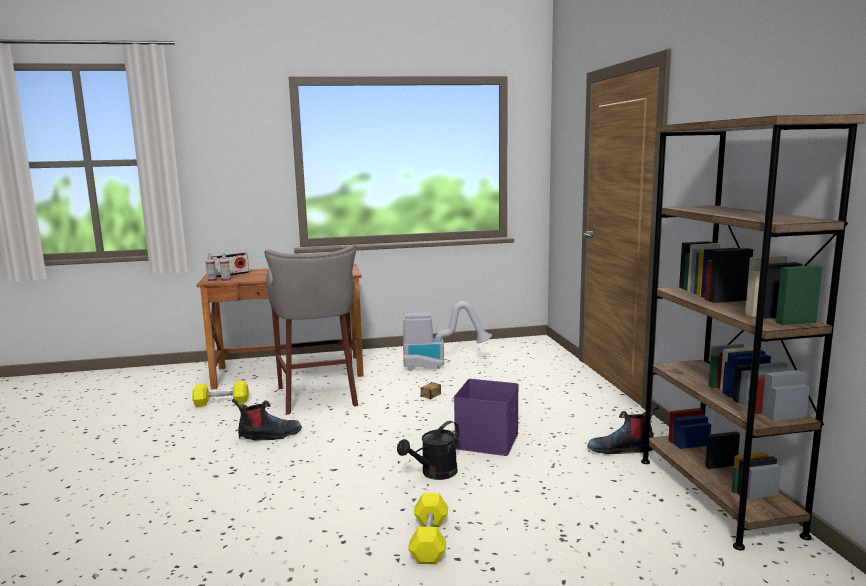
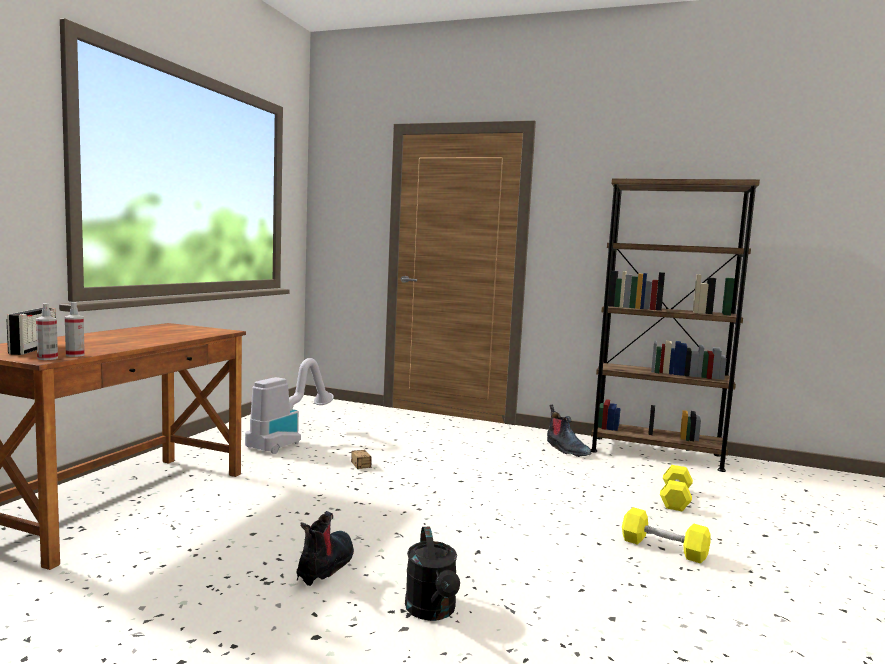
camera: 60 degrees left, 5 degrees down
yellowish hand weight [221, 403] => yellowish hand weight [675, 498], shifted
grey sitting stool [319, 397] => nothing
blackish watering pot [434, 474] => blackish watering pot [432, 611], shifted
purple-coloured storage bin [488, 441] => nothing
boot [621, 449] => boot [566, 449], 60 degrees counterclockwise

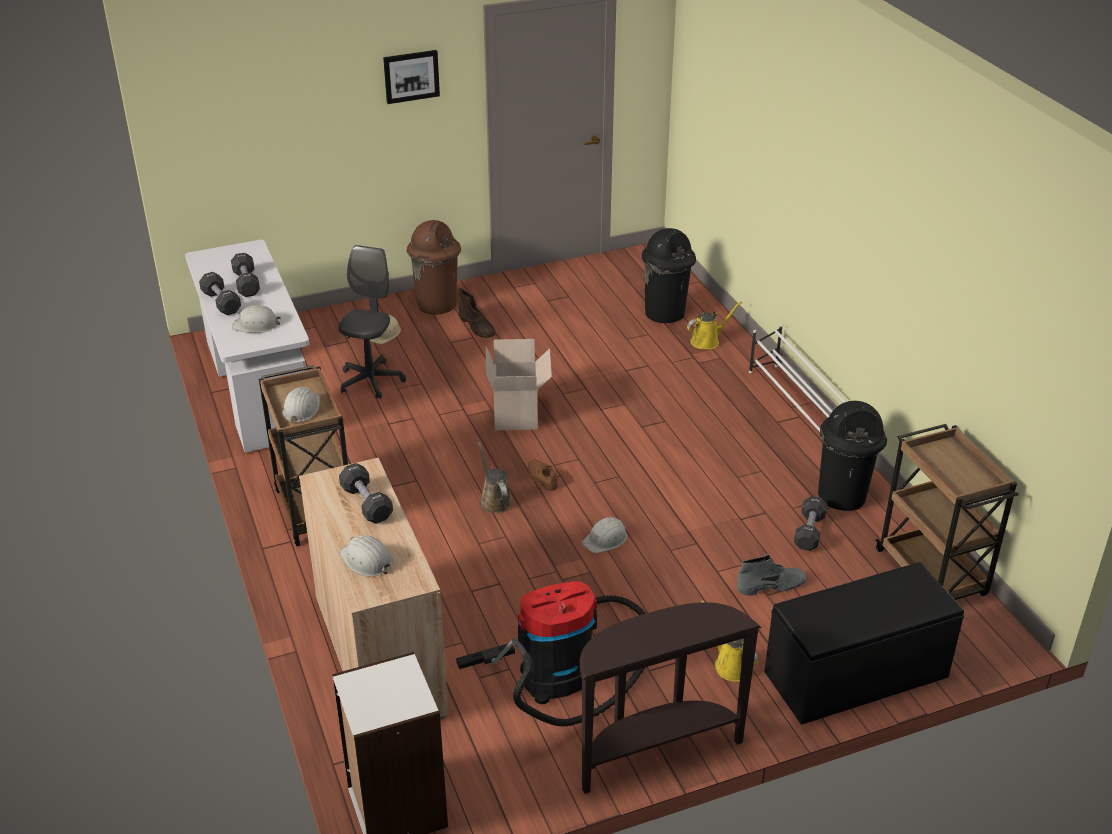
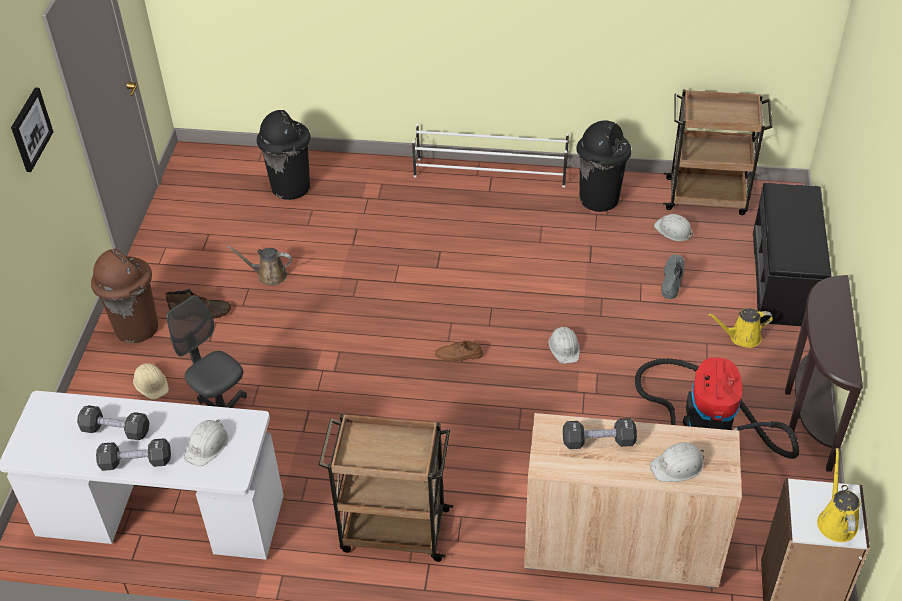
camera: 60 degrees left, 10 degrees up
white-coloured work helmet [301, 409] => white-coloured work helmet [673, 230], shifted
brown-coloured watering pot [494, 500] => brown-coloured watering pot [269, 275], shifted
packing box [517, 415] => nothing
yellowish watering pot [707, 341] => yellowish watering pot [836, 520], shifted
blackish hand weight [809, 532] => nothing

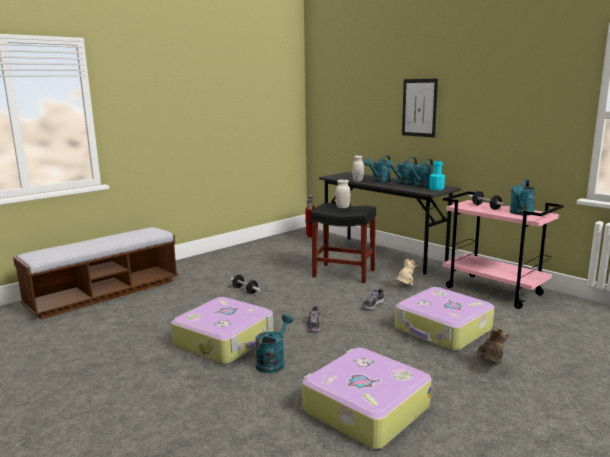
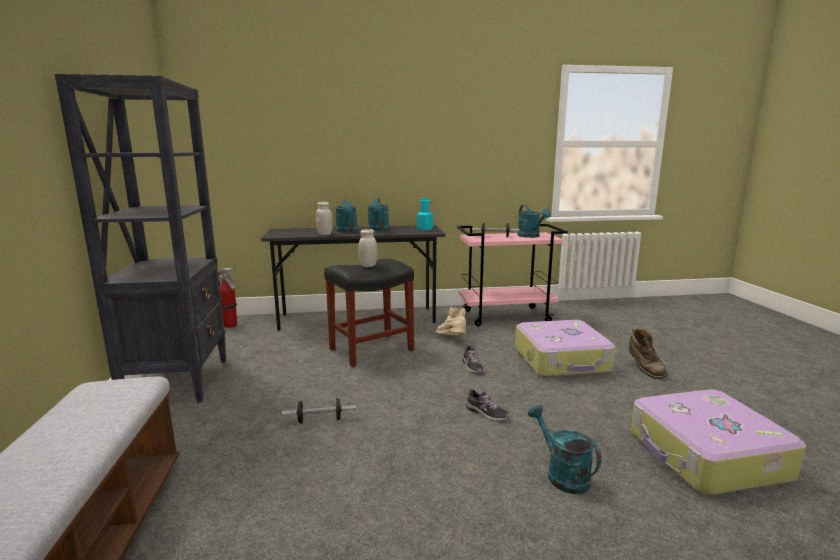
camera: 55 degrees left, 0 degrees up
piece of luggage [225, 341] => nothing
picture [419, 108] => nothing
blue-green watering pot [420, 186] => nothing
brown-coloured boot [490, 365] => brown-coloured boot [644, 369], 150 degrees counterclockwise
nothing => blackish bookcase [179, 381]

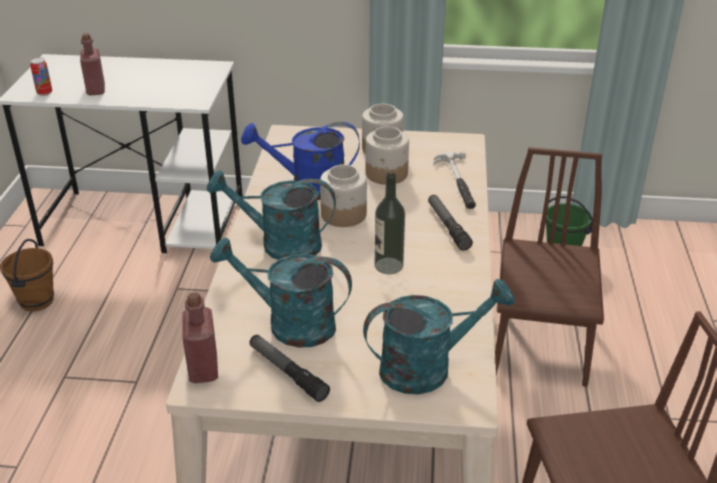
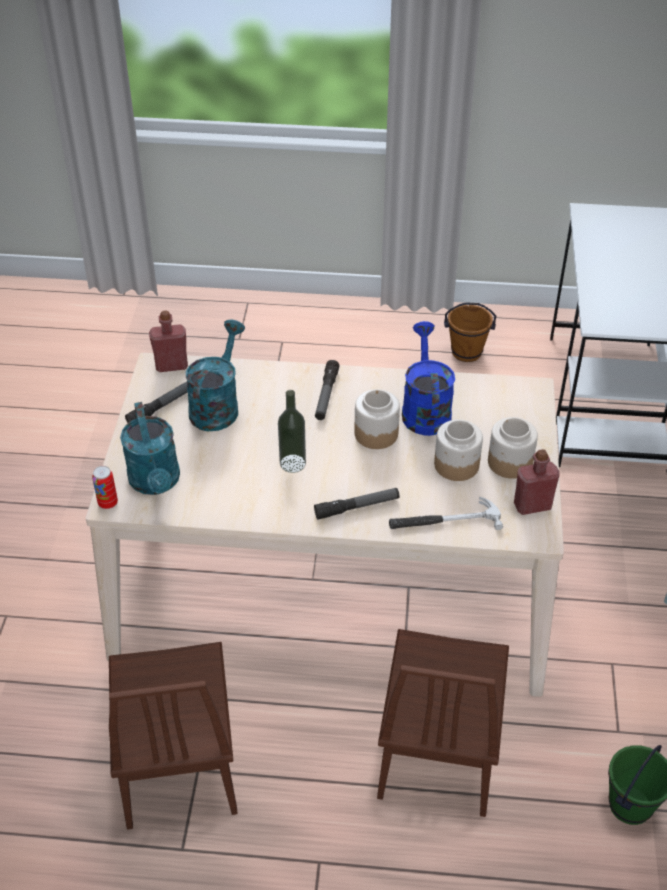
camera: 90 degrees right, 10 degrees up
metal can [44, 93] => metal can [108, 503], shifted
reddish bottle [96, 90] => reddish bottle [532, 505], shifted
blue-green watering pot [280, 244] => hand torch [326, 395]
brown-coloured upright chair [540, 343] => brown-coloured upright chair [438, 749], 90 degrees clockwise

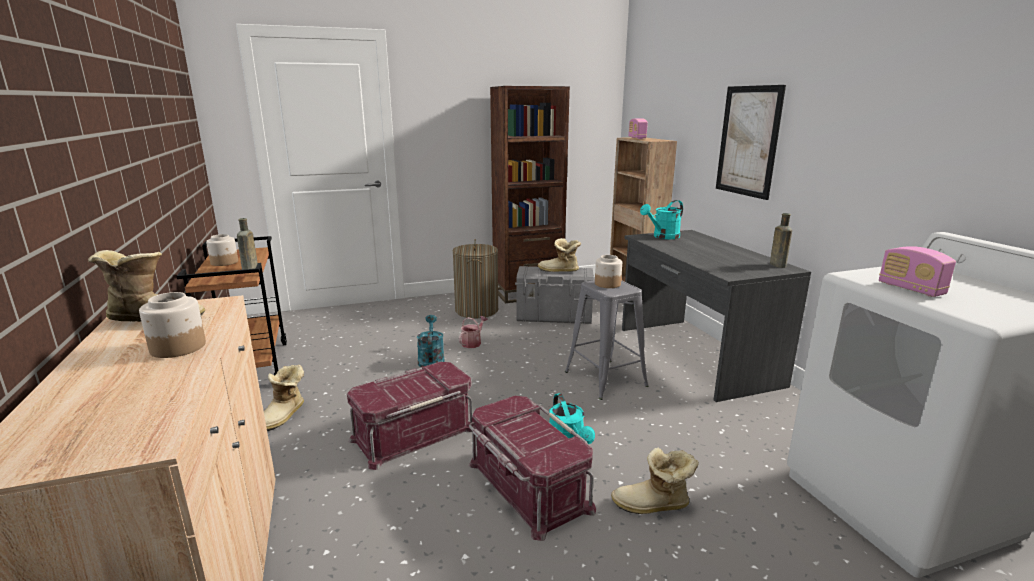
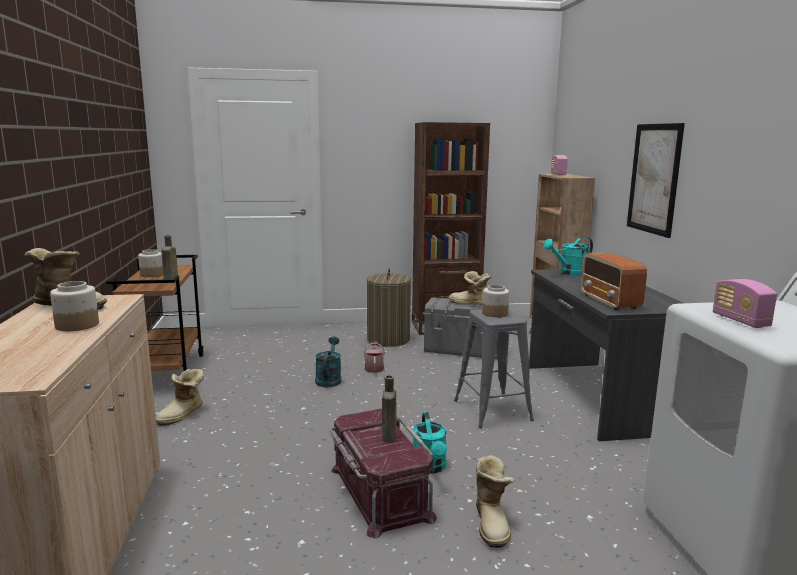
camera: 10 degrees right, 5 degrees down
reddish storage bin [413, 433] => nothing
watering pot [473, 343] => watering pot [374, 368], 45 degrees counterclockwise
boot [653, 506] => boot [493, 523], 105 degrees counterclockwise
brown-coloured bottle [777, 264] => brown-coloured bottle [389, 436], shifted
nothing => radio set [610, 302]

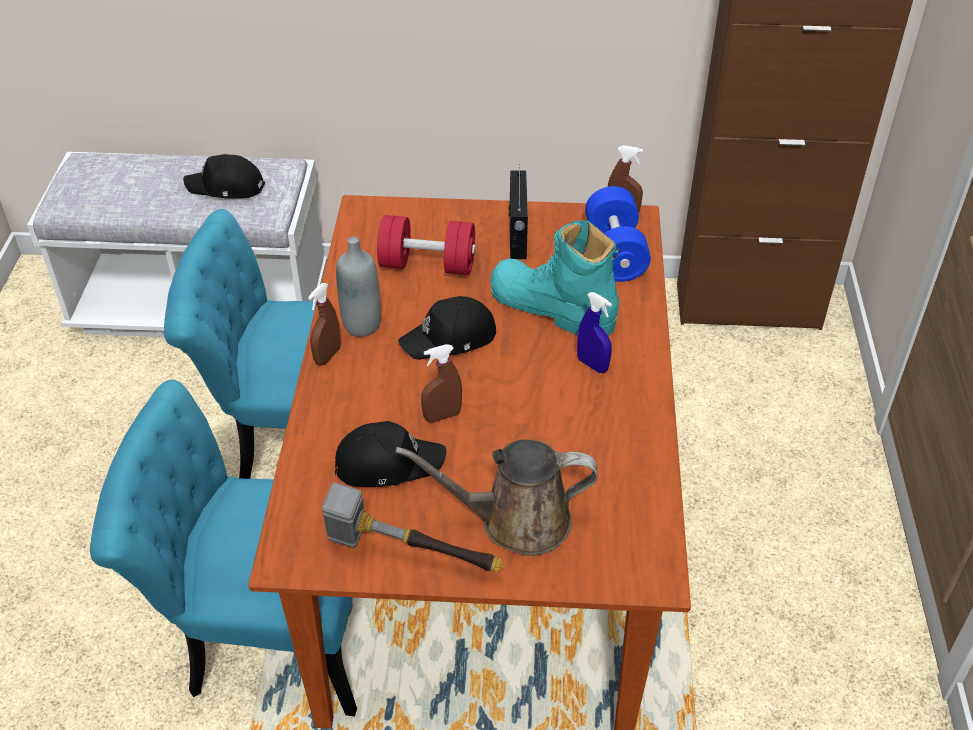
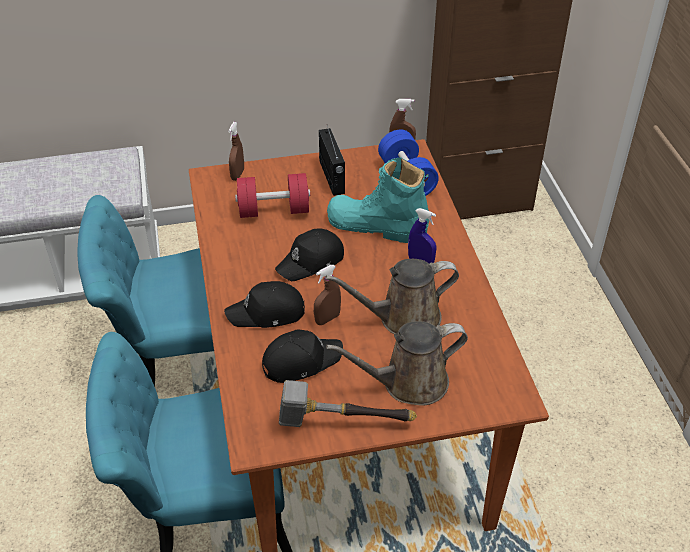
camera: 15 degrees left, 0 degrees up
blackish cap [226, 187] => blackish cap [267, 313], shifted
brown-coloured spray bottle [327, 356] => brown-coloured spray bottle [237, 174], shifted
grey bottle [361, 325] => nothing
nothing => brown-coloured watering pot [403, 318]

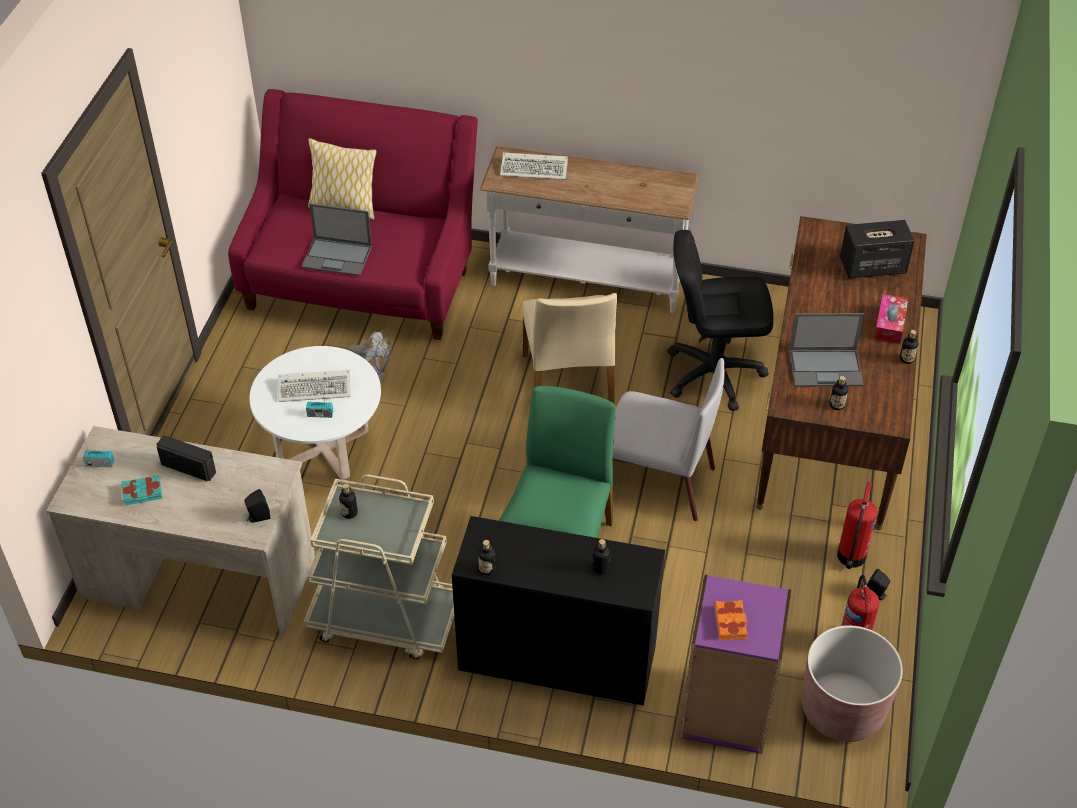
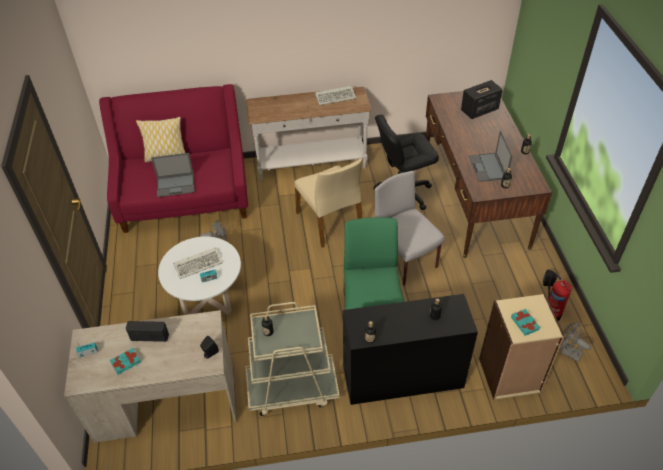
camera: 20 degrees left, 0 degrees up
PC keyboard [535, 169] => PC keyboard [336, 97], shifted
grey upright chair [657, 482] => grey upright chair [405, 260], 120 degrees counterclockwise
purple-coloured bookcase [725, 712] => sand-coloured bookcase [509, 376]
orange bound book [731, 622] => blue-green bound book [525, 323]
portable computer [826, 368] => portable computer [488, 168], 105 degrees clockwise
brown-coloured plant pot [842, 710] => grey fan [567, 352]
extinguisher [850, 557] => nothing
tissue holder [889, 324] => nothing

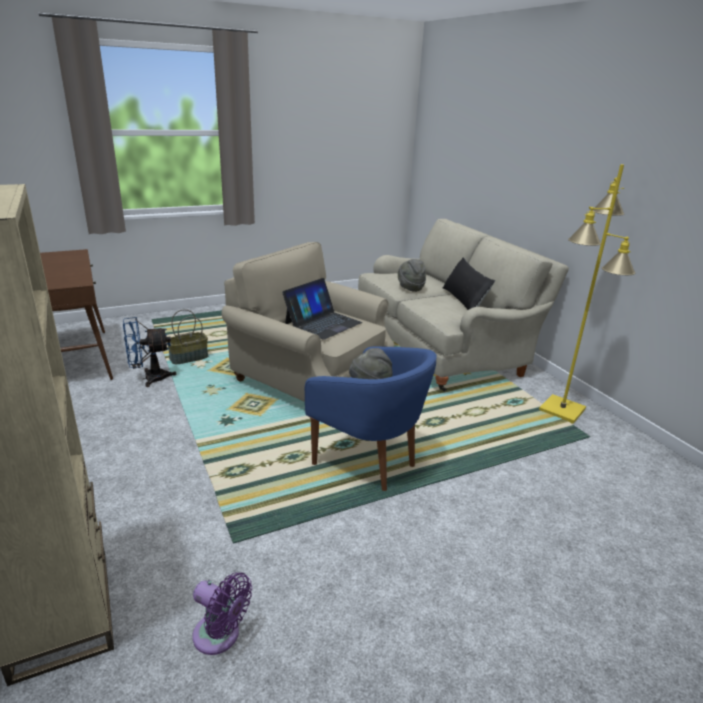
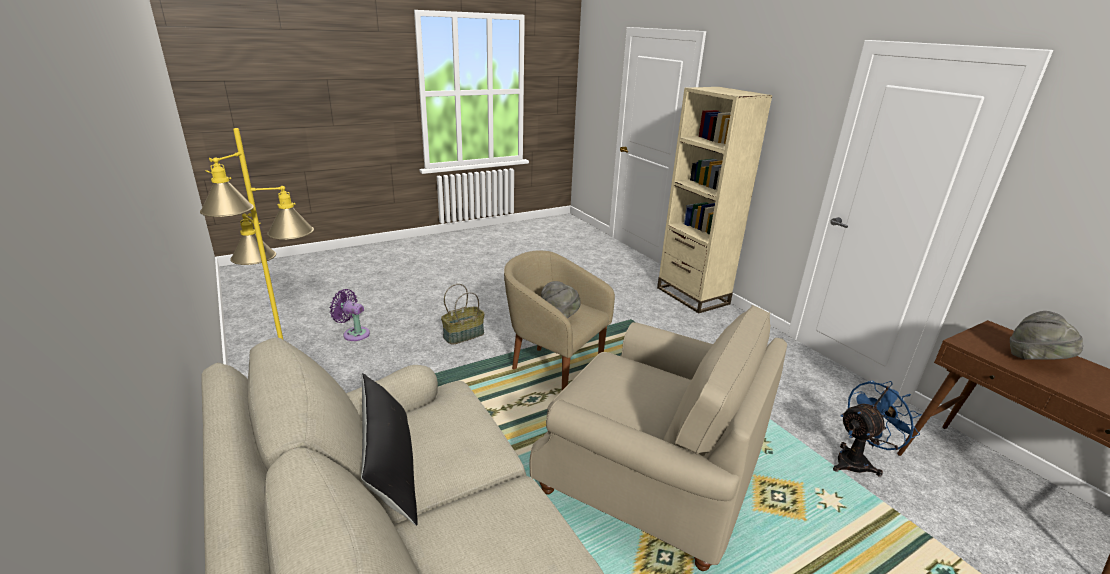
camera: 175 degrees right, 0 degrees up
household basket [188, 358] => household basket [463, 335], shifted
purple-coloured fan [220, 636] => purple-coloured fan [354, 333], shifted
portable computer [322, 323] => nothing
bluish easy chair [368, 462] => sand-coloured easy chair [552, 370]
grey clothing hat [410, 288] => grey clothing hat [1035, 360], shifted

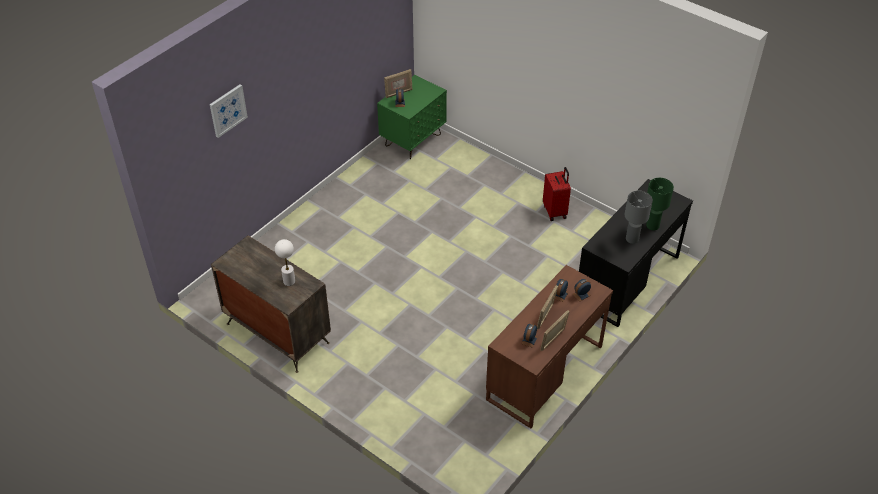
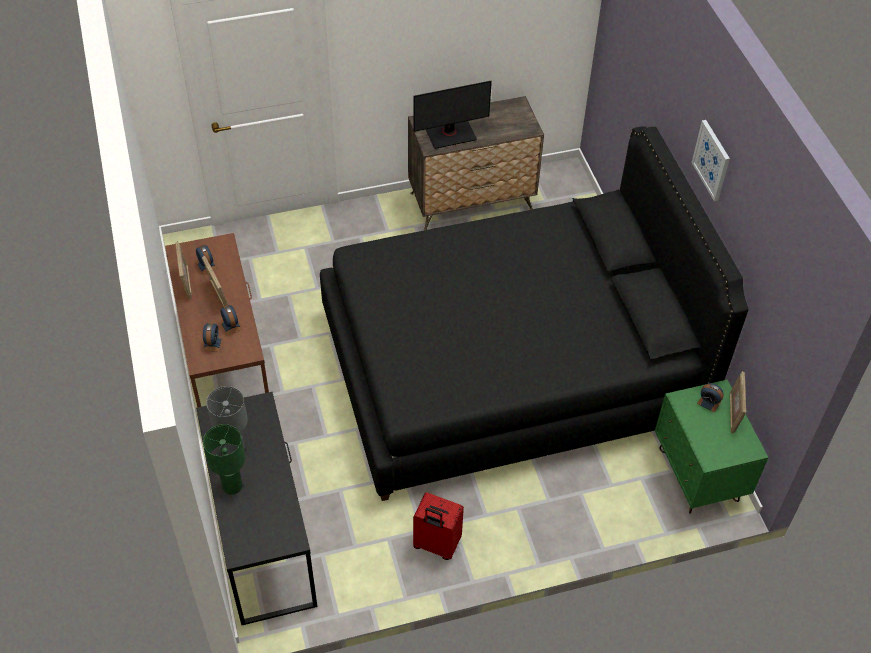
camera: 125 degrees right, 5 degrees up
picture [227, 110] => picture [712, 160], shifted
white-coloured lamp for a table [289, 281] => computer display [450, 134]
nothing => blackish bed [509, 368]

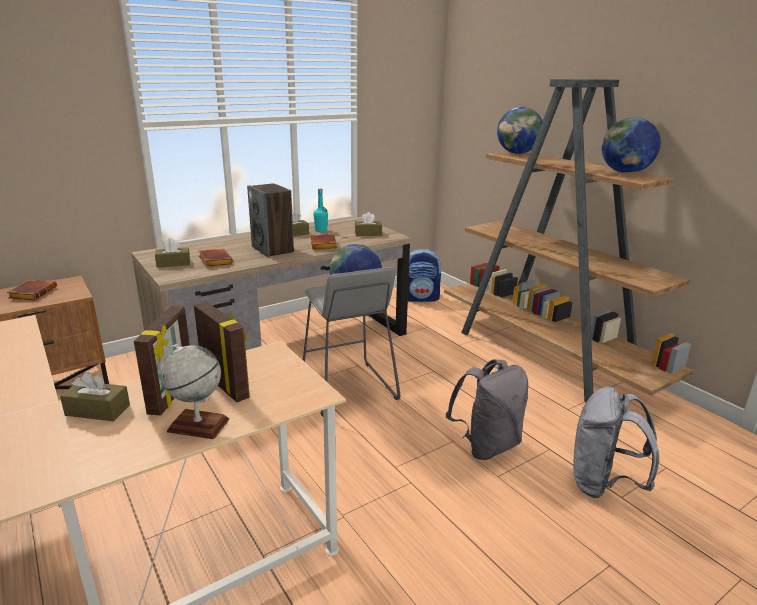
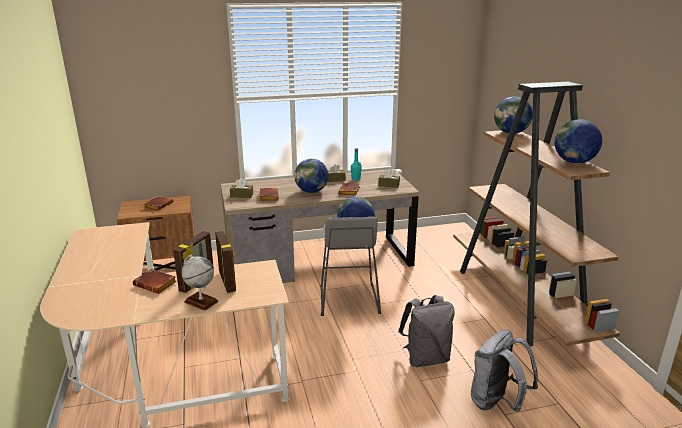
camera: 20 degrees right, 0 degrees up
brown-coloured tissue holder [98, 410] => brown-coloured bound book [157, 284]
speaker [273, 249] => world globe [311, 191]
knapsack [420, 298] => nothing

